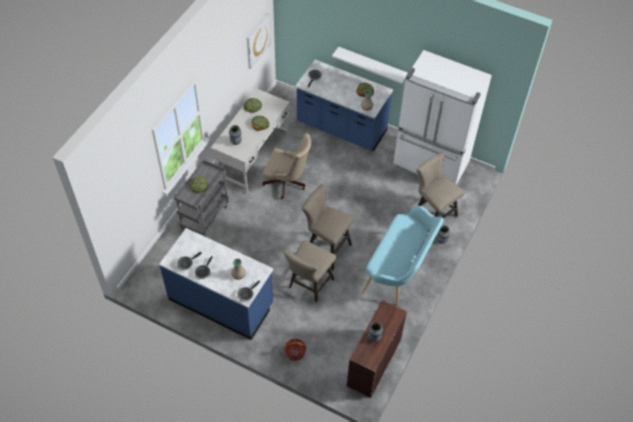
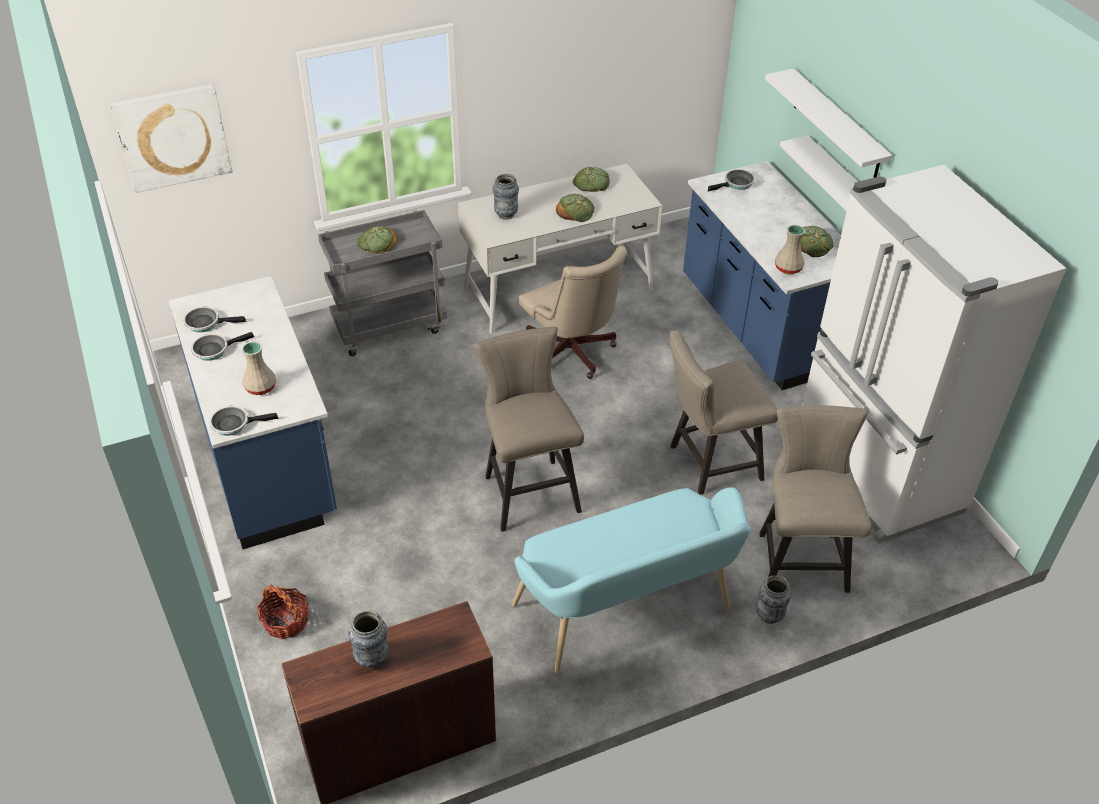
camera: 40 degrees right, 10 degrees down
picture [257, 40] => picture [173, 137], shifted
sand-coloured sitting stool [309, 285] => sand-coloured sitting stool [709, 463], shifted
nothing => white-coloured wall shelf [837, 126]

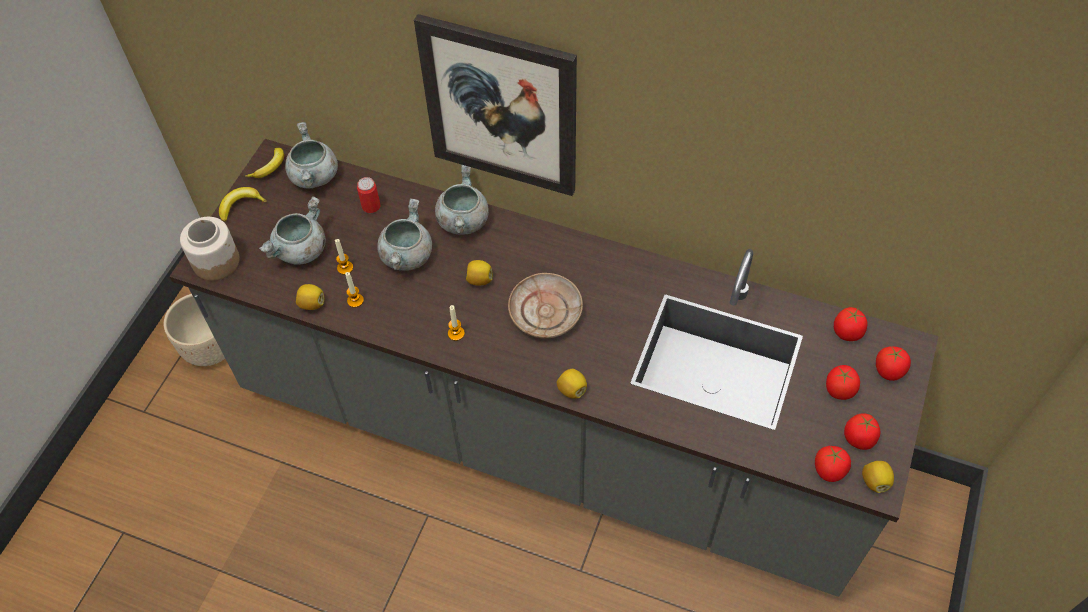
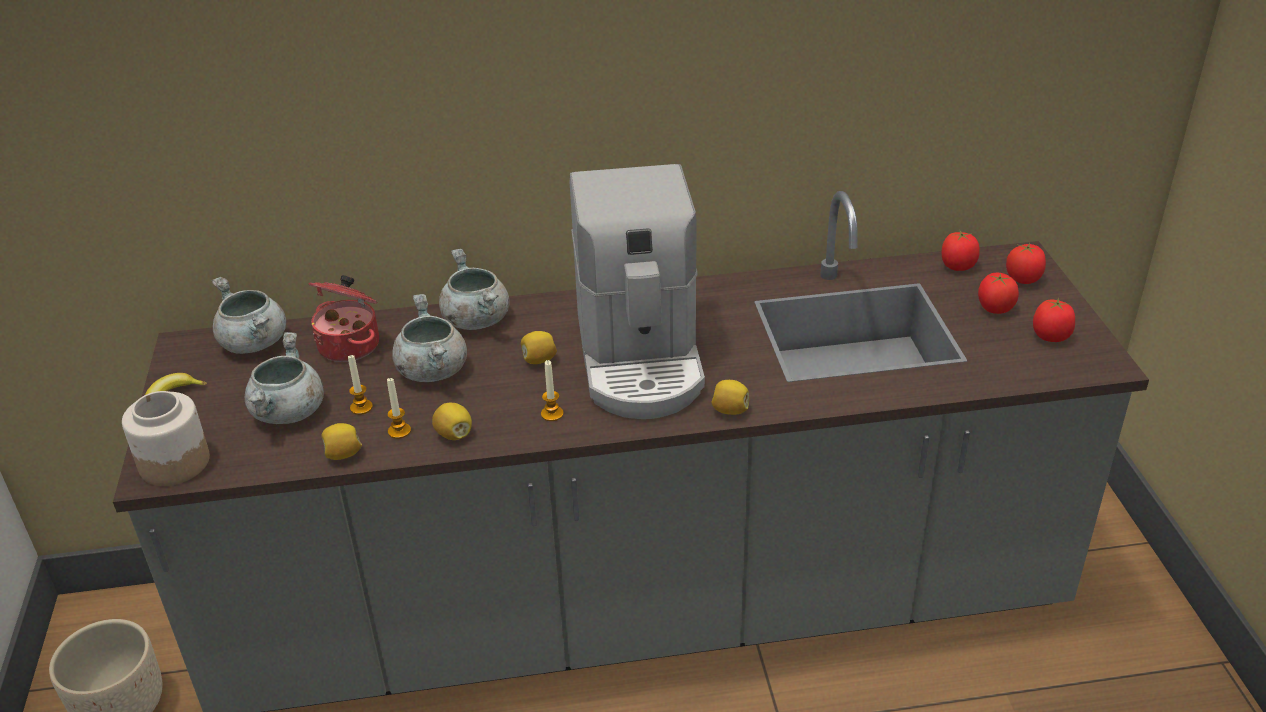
camera: 30 degrees left, 20 degrees down
whole banana [270, 167] => nothing
metal can [371, 206] => saucepot [351, 345]
picture [501, 107] => nothing
sand-coloured flat dish [546, 312] => coffee maker [640, 359]
tomato [829, 470] => nothing
citrus fruit [875, 481] => citrus fruit [454, 434], shifted

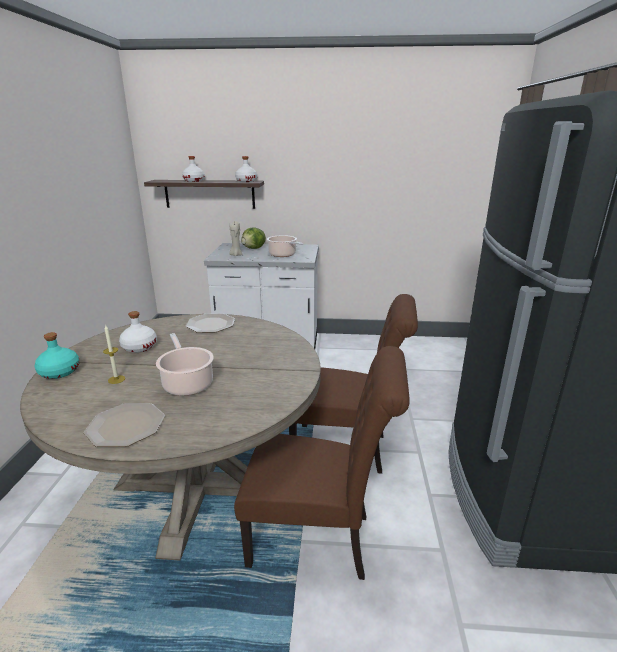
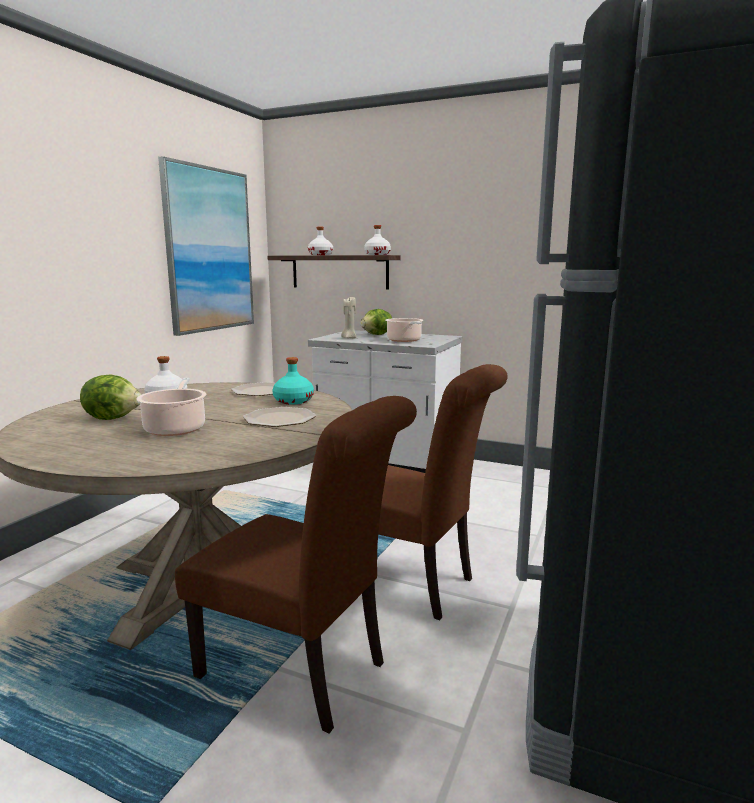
camera: 20 degrees right, 10 degrees down
blue-green bottle [59, 372] => blue-green bottle [293, 401], shifted
flat dish [125, 426] => flat dish [279, 419], shifted
candle [116, 379] => head of lettuce [113, 418]
nothing => picture [209, 250]

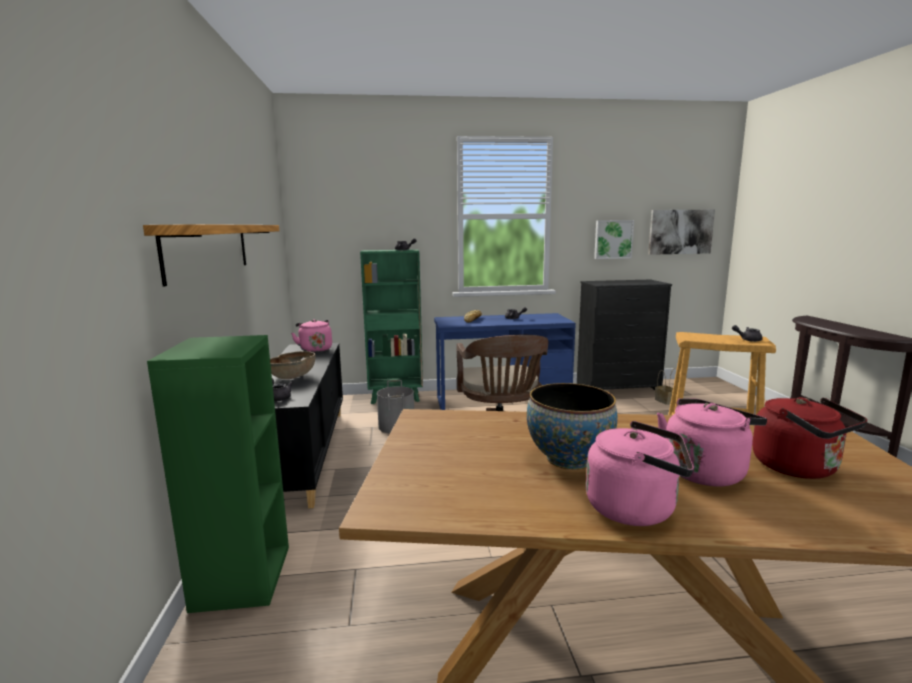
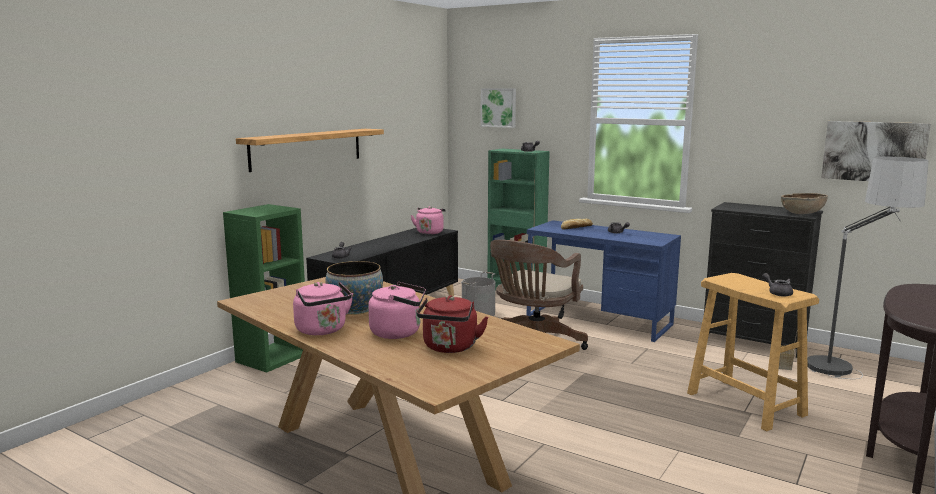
camera: 40 degrees right, 0 degrees up
brown-coloured deep dish [293, 377] => brown-coloured deep dish [802, 213], shifted
picture [613, 239] => picture [499, 107], shifted
nothing => standing lamp [847, 383]

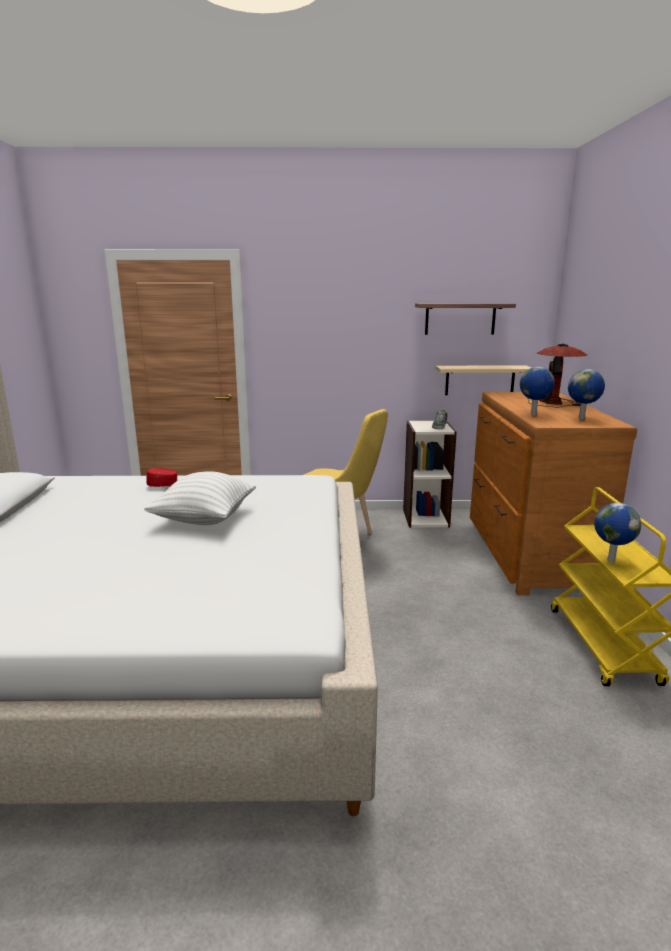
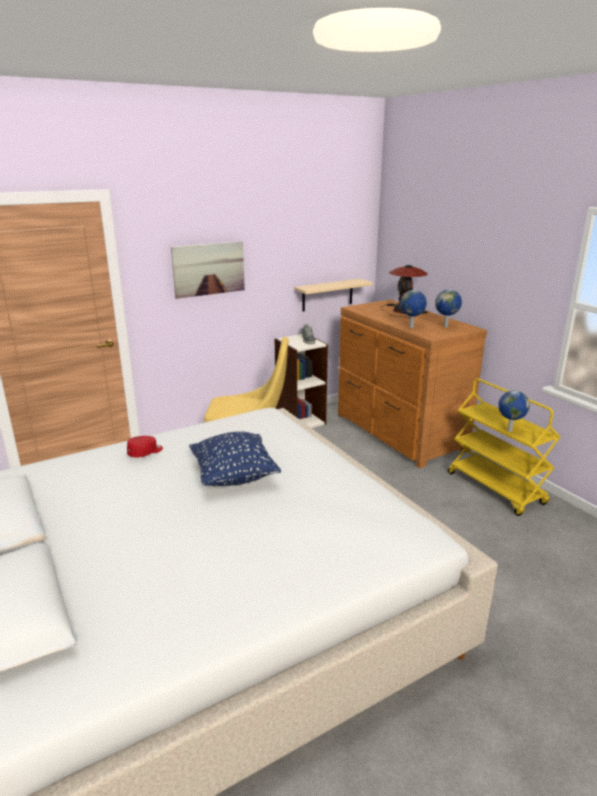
camera: 30 degrees left, 5 degrees up
white-coloured throw pillow [205, 519] => bluish throw pillow [234, 477]
wall shelf [460, 318] => nothing
nothing => picture [208, 269]

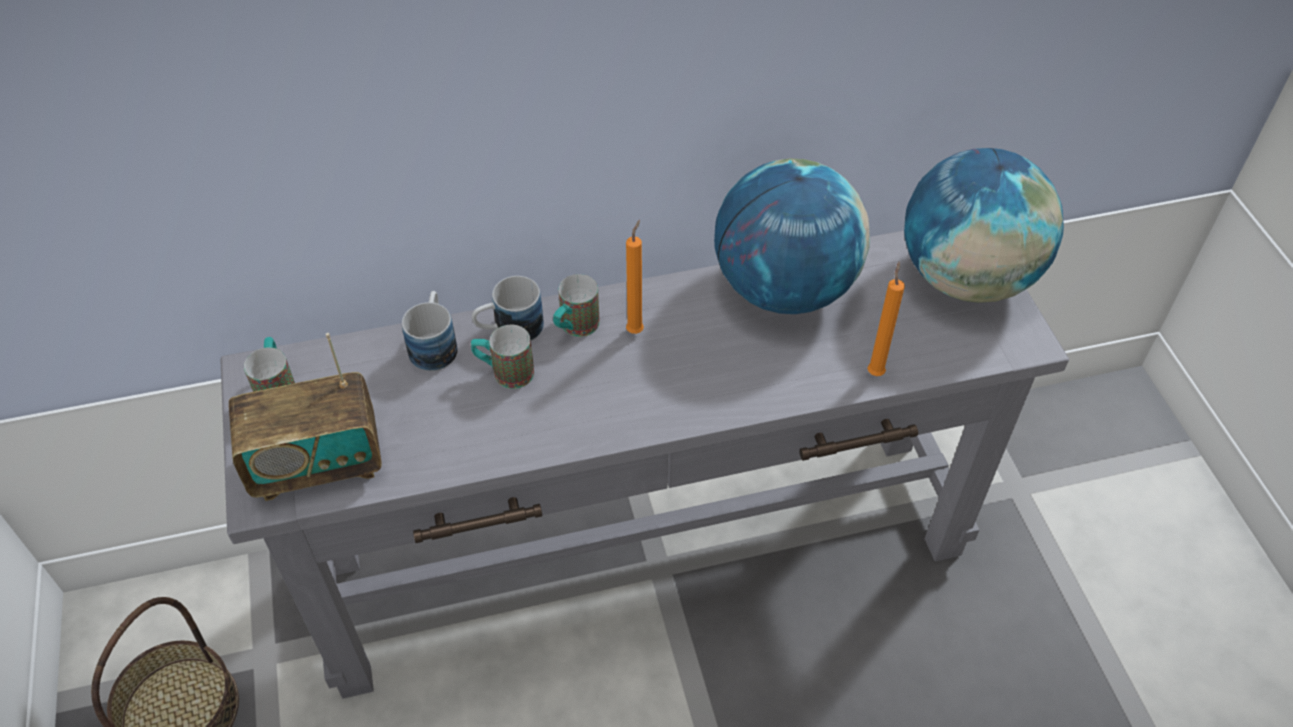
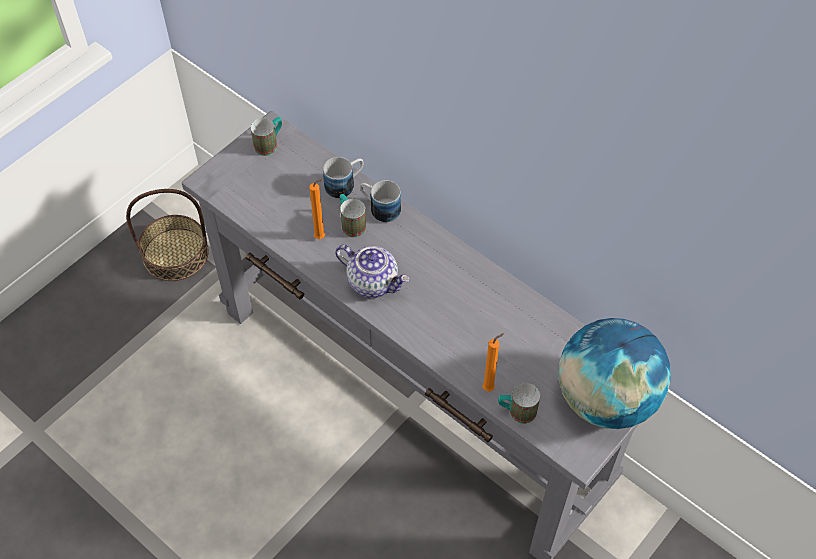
camera: 55 degrees right, 5 degrees up
radio set [317, 464] => nothing
coffee mug [574, 328] => coffee mug [516, 411], shifted
orange candle [636, 329] => orange candle [321, 237], shifted
world globe [784, 289] => nothing
nothing => tea pot [373, 282]

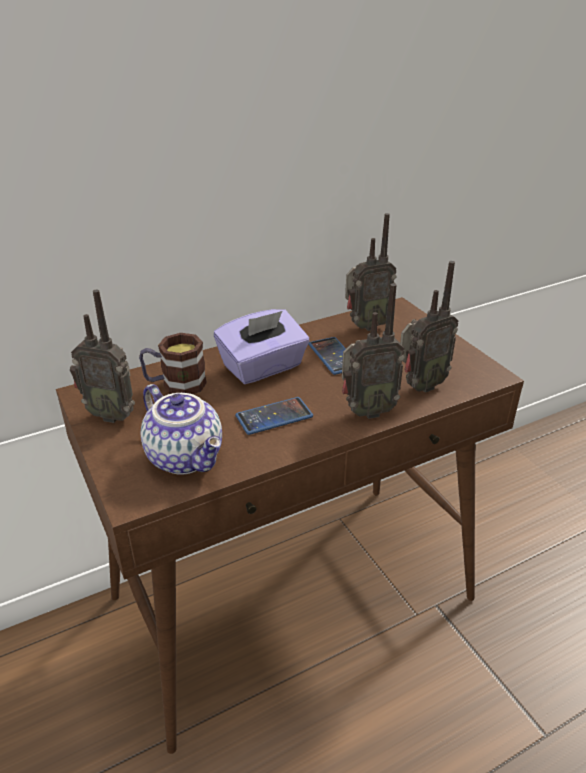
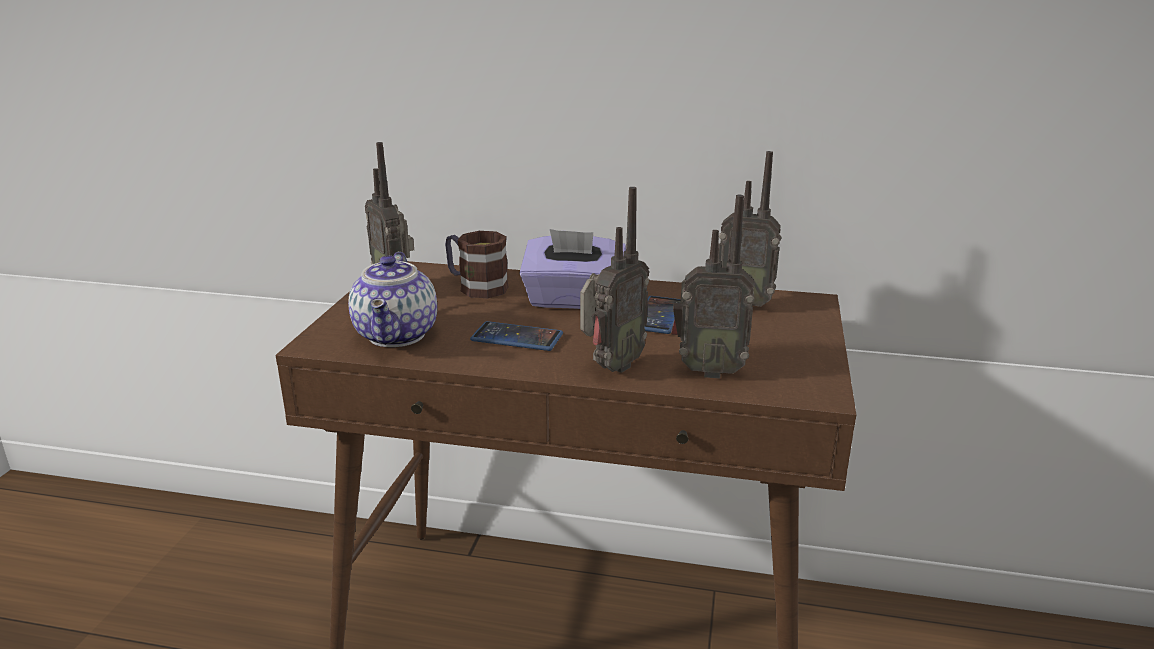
camera: 40 degrees right, 10 degrees down
radio set [366, 411] => radio set [610, 367], 75 degrees counterclockwise

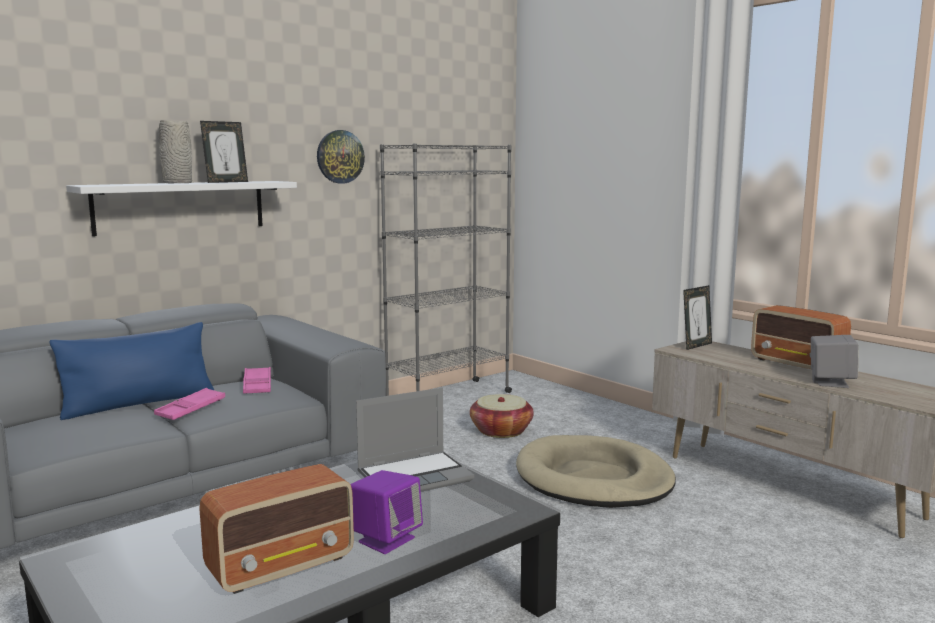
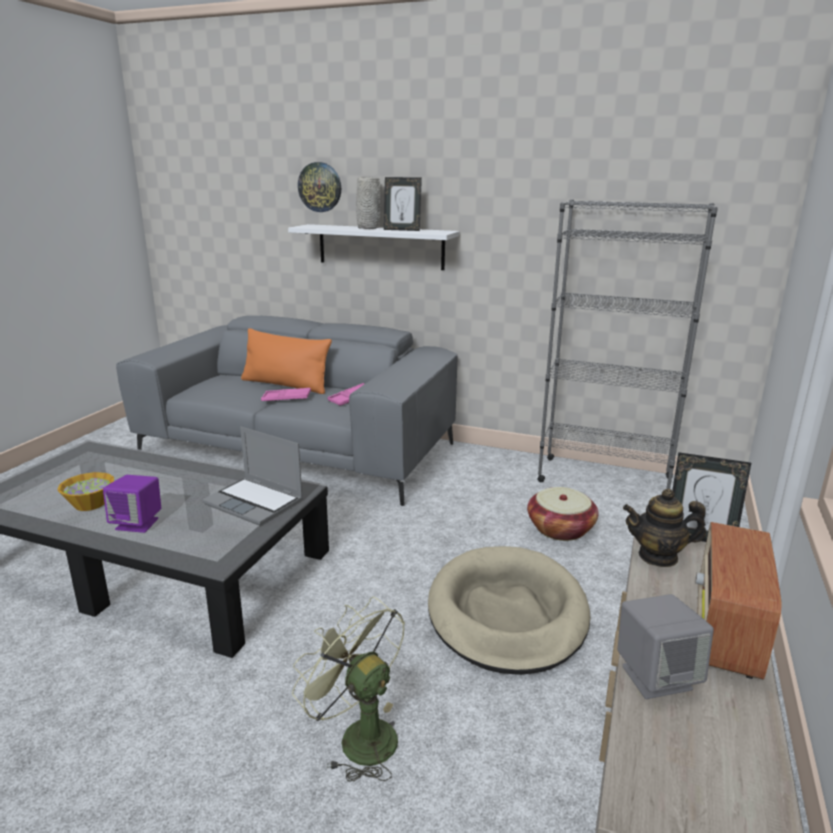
camera: 60 degrees right, 10 degrees up
bluish throw pillow [139, 404] => orange throw pillow [285, 385]
radio set [283, 566] => deep dish [90, 504]
hanging clock [340, 156] => hanging clock [320, 187], shifted
nothing => green fan [358, 736]
nothing => tea pot [658, 556]

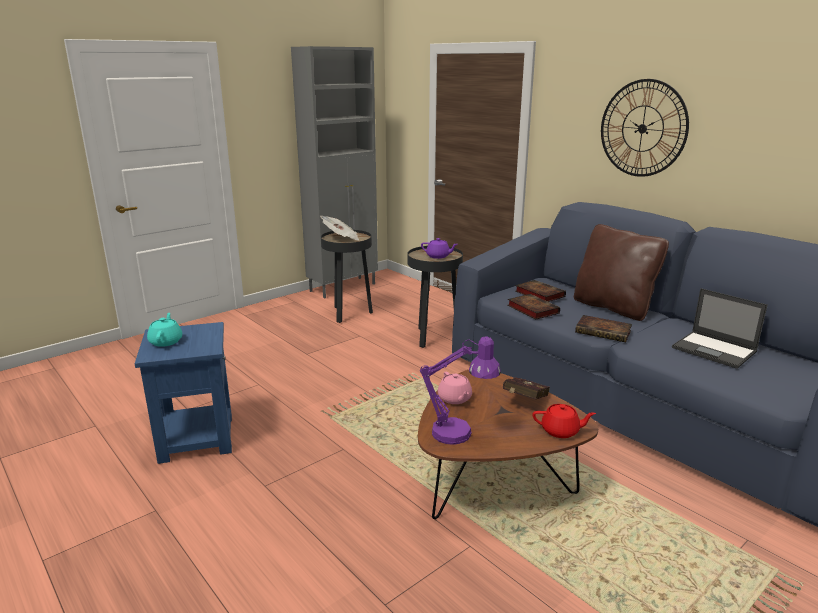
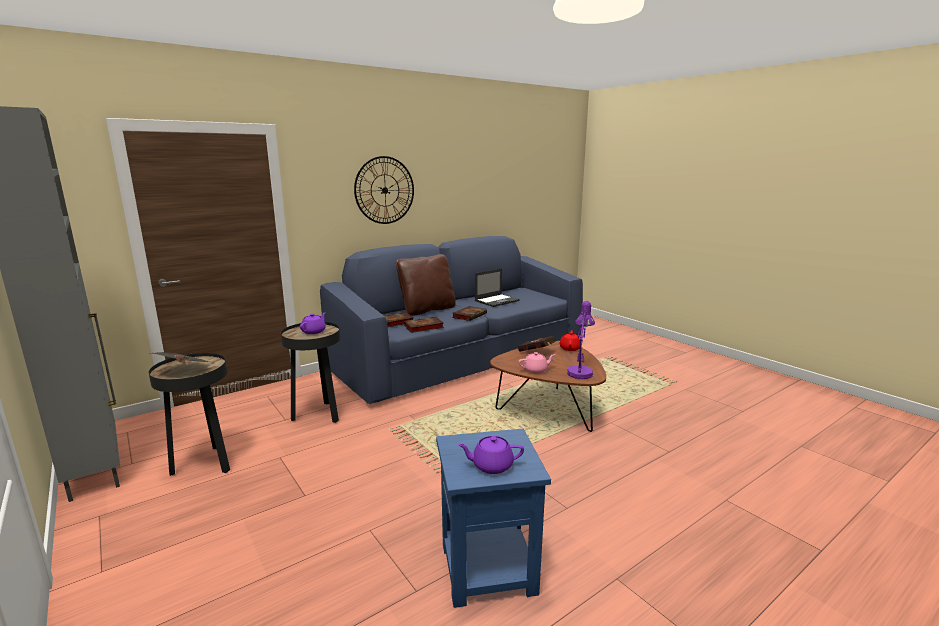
camera: 85 degrees left, 5 degrees down
blue-green tea pot [166, 341] => purple-coloured tea pot [491, 466]

